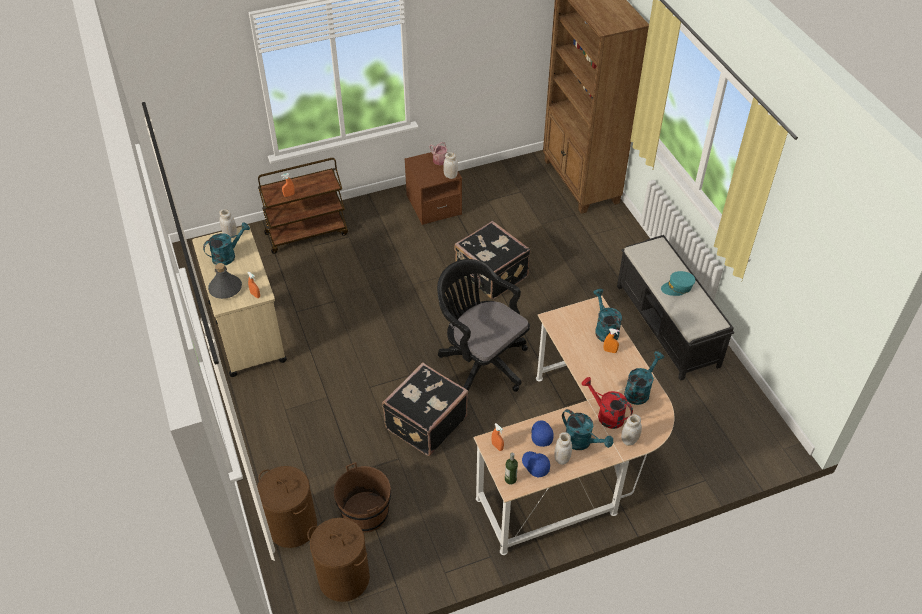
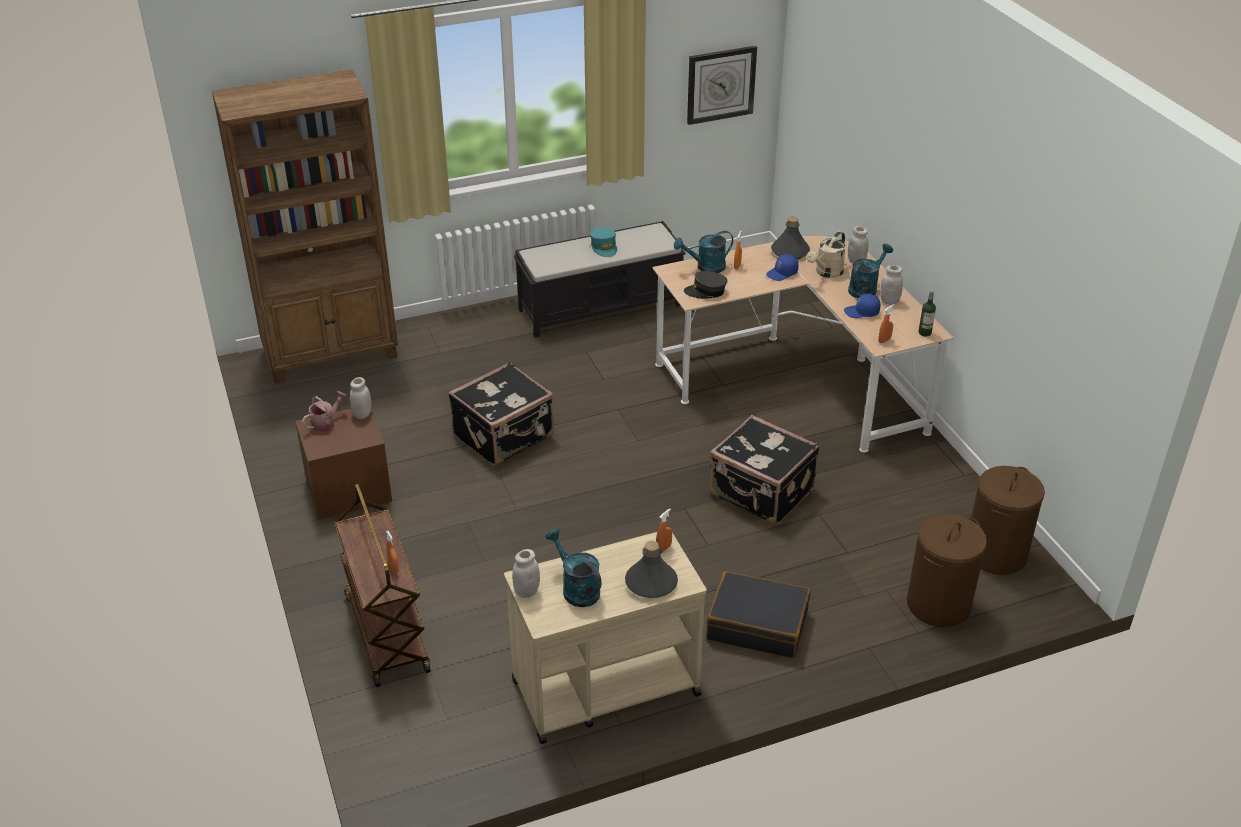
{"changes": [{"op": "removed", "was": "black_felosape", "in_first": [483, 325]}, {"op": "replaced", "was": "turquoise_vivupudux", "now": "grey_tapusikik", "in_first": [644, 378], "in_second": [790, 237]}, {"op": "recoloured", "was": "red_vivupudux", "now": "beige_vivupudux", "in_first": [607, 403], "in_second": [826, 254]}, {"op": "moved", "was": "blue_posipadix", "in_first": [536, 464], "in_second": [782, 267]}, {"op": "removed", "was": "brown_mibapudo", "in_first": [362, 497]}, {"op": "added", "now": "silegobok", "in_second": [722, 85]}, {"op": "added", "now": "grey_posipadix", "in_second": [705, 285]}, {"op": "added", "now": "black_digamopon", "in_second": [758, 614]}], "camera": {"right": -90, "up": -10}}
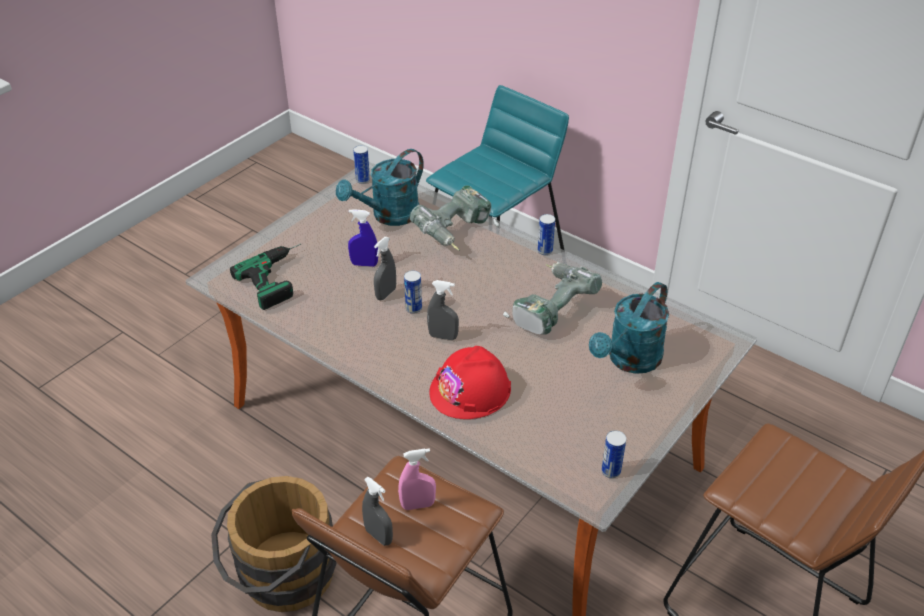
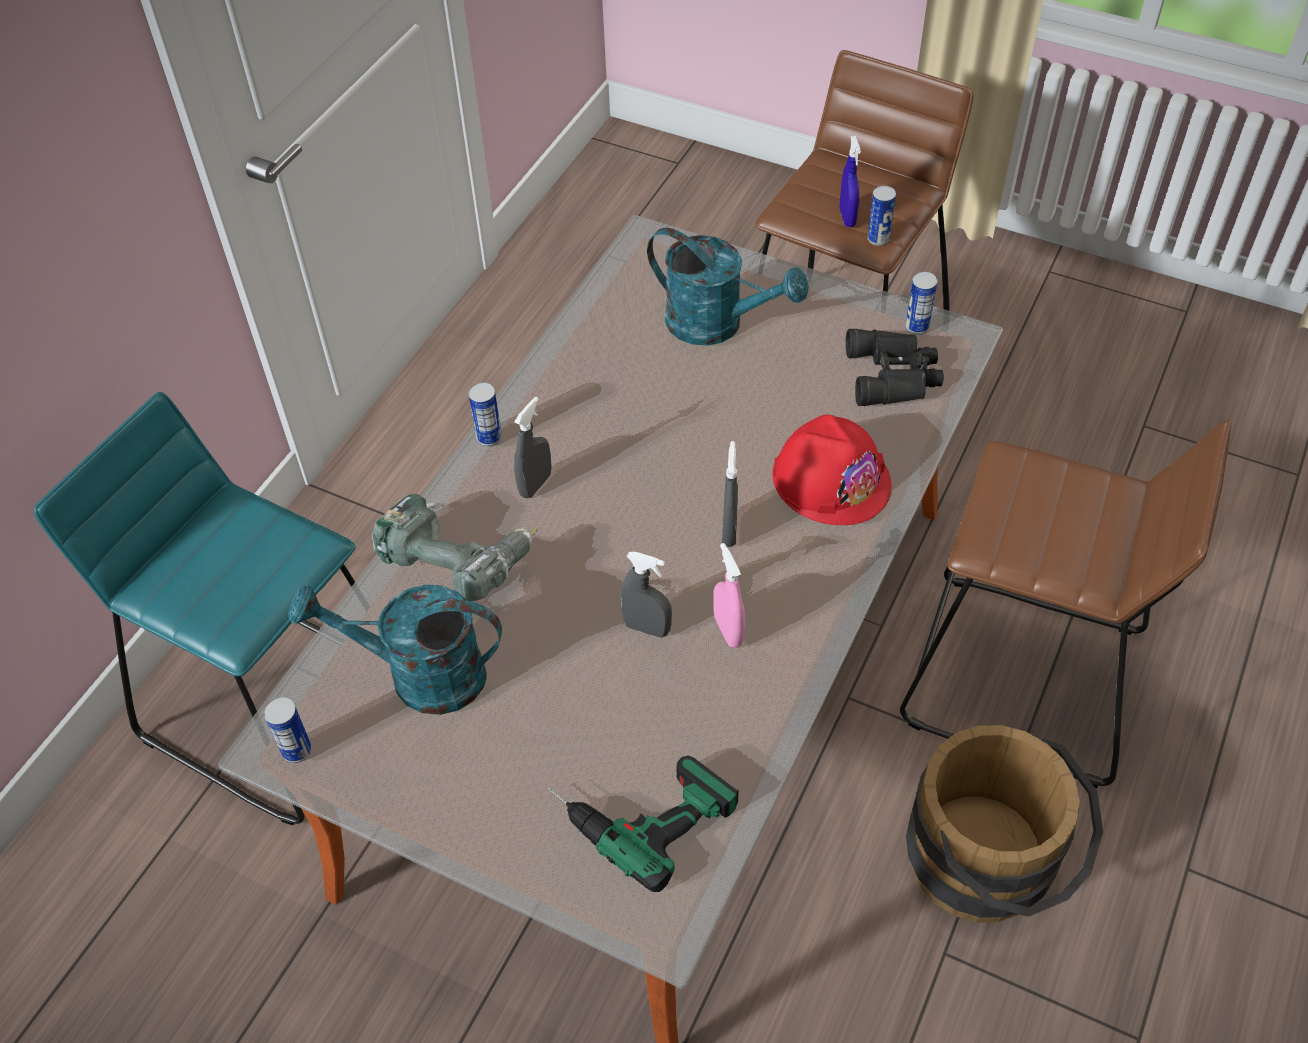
{"changes": [{"op": "turned", "was": "turquoise_vivupudux", "in_first": [380, 187], "in_second": [395, 649], "clockwise": 150}, {"op": "moved", "was": "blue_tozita", "in_first": [363, 238], "in_second": [850, 181]}, {"op": "removed", "was": "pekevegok", "in_first": [552, 298]}, {"op": "moved", "was": "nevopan", "in_first": [413, 292], "in_second": [881, 216]}, {"op": "moved", "was": "pink_tozita", "in_first": [417, 479], "in_second": [729, 595]}, {"op": "moved", "was": "grey_tozita", "in_first": [377, 511], "in_second": [532, 447]}, {"op": "added", "now": "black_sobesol", "in_second": [895, 367]}], "camera": {"right": -100, "up": 10}}
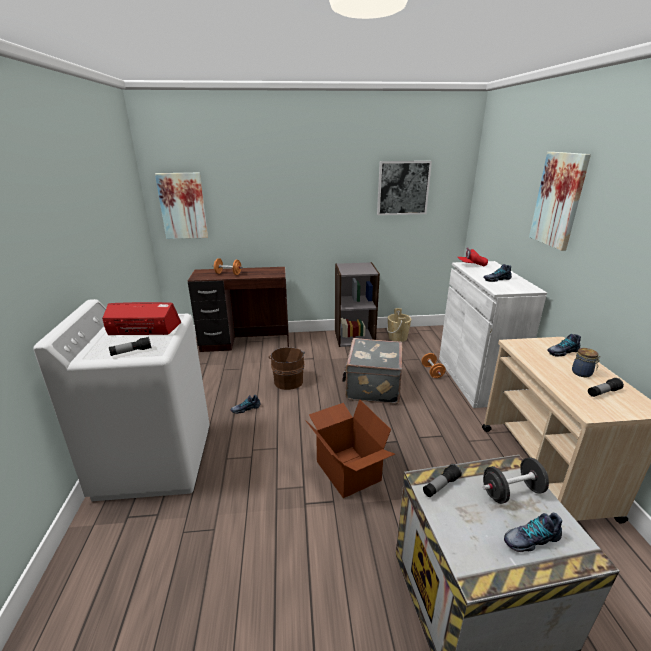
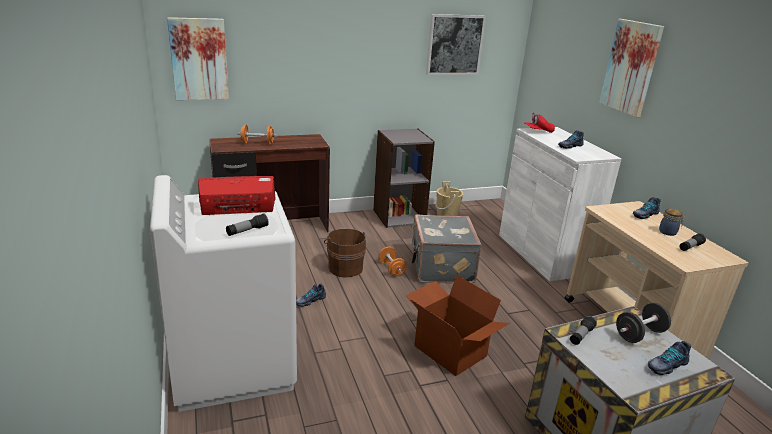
{"changes": [{"op": "moved", "was": "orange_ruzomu", "in_first": [433, 365], "in_second": [392, 261]}], "camera": {"right": -15, "up": 0}}
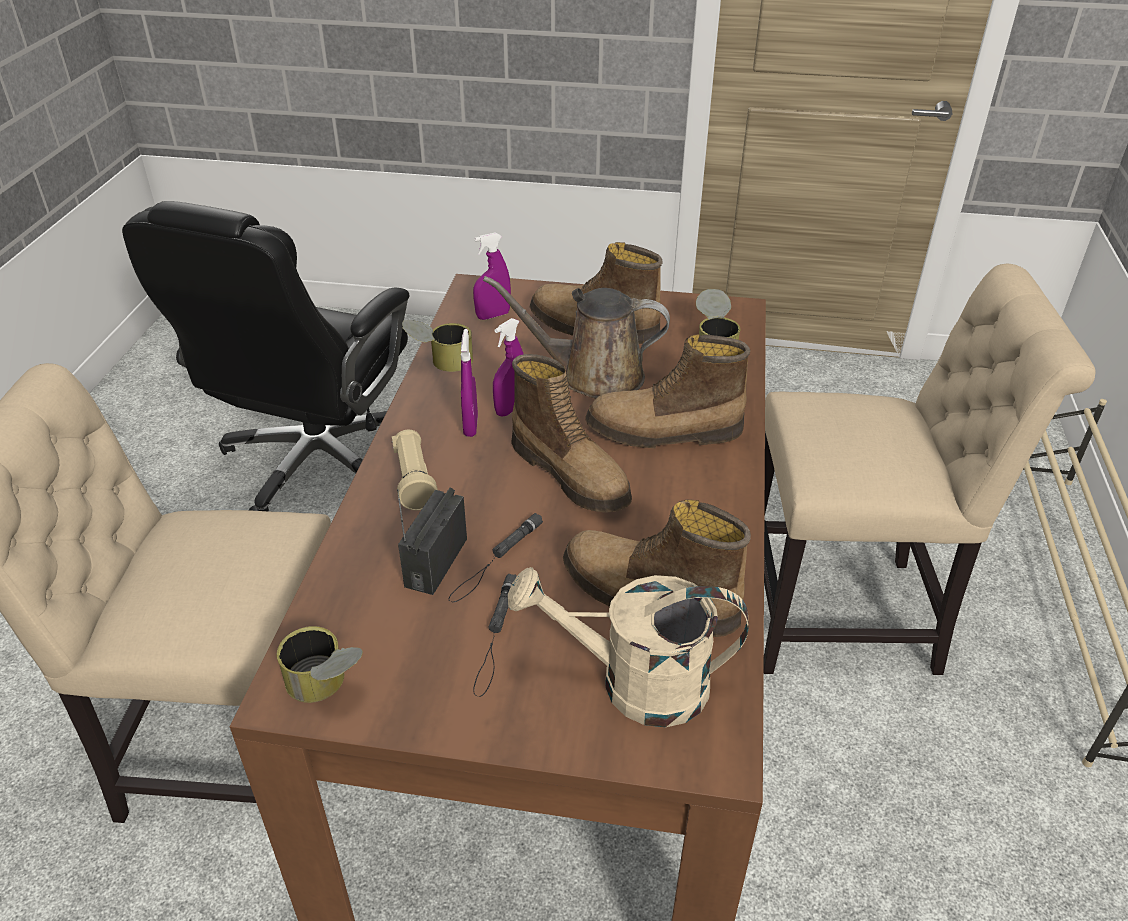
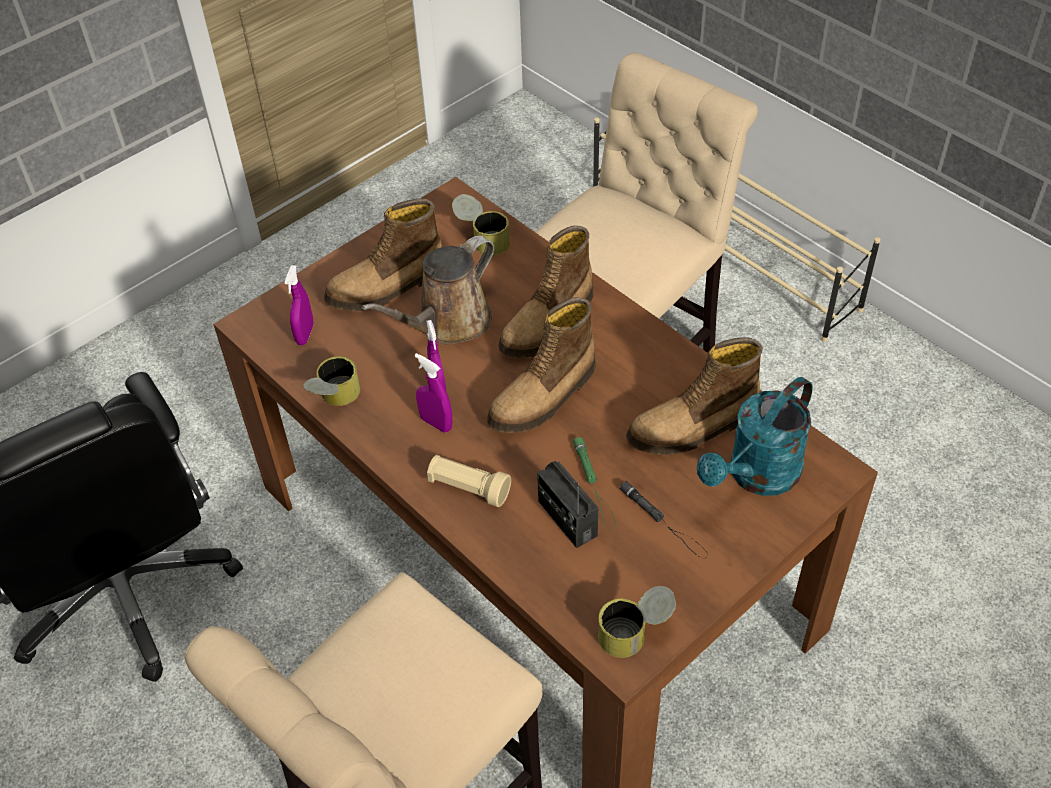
{"changes": [{"op": "turned", "was": "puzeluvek", "in_first": [571, 433], "in_second": [541, 365], "clockwise": 135}, {"op": "recoloured", "was": "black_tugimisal", "now": "green_tugimisal", "in_first": [496, 557], "in_second": [594, 483]}, {"op": "recoloured", "was": "beige_vivupudux", "now": "turquoise_vivupudux", "in_first": [628, 647], "in_second": [755, 436]}], "camera": {"right": -50, "up": 10}}
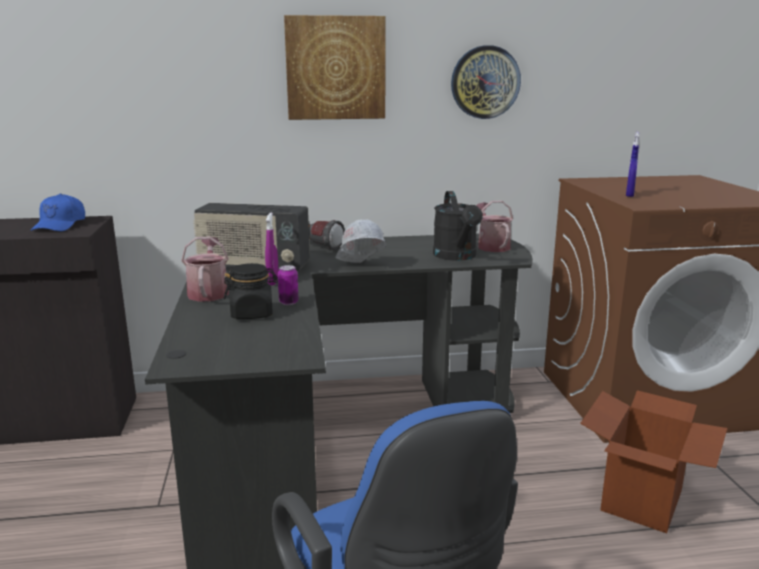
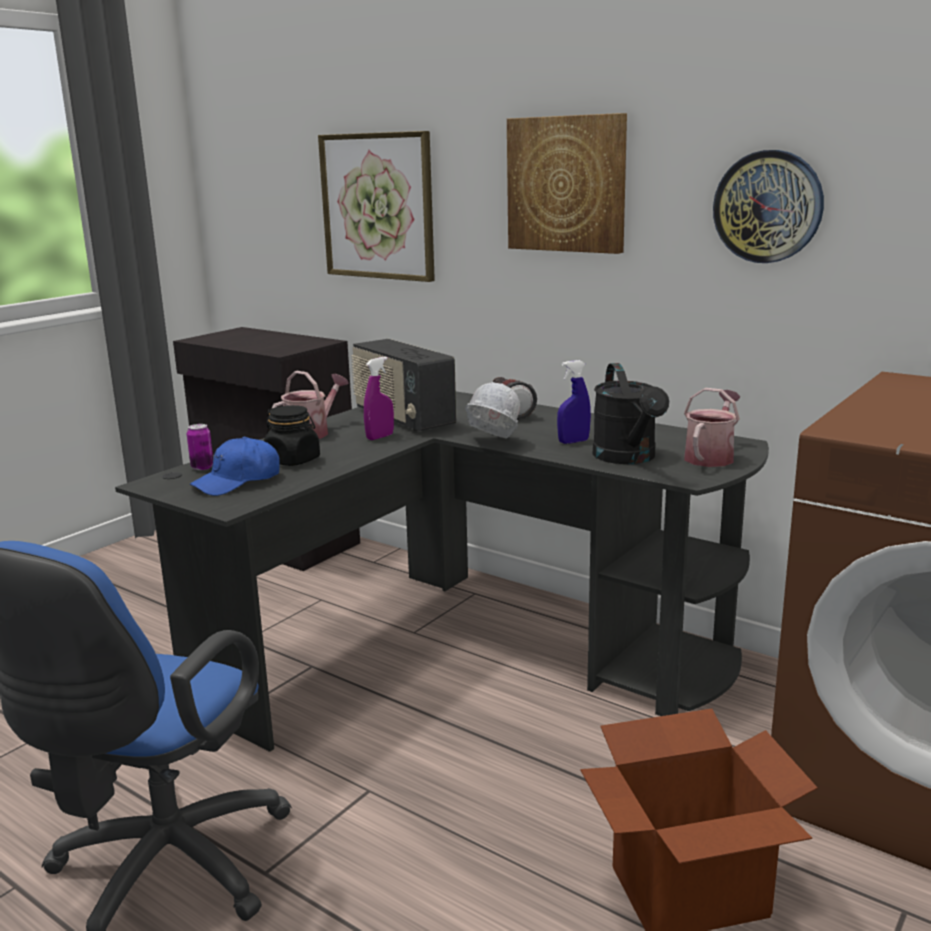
{"changes": [{"op": "moved", "was": "blue_tozita", "in_first": [632, 164], "in_second": [574, 402]}, {"op": "turned", "was": "black_vivupudux", "in_first": [458, 226], "in_second": [631, 413], "clockwise": -45}, {"op": "moved", "was": "blue_posipadix", "in_first": [57, 213], "in_second": [235, 466]}, {"op": "moved", "was": "nevopan", "in_first": [288, 285], "in_second": [200, 447]}, {"op": "added", "now": "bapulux", "in_second": [376, 206]}], "camera": {"right": 45, "up": 0}}
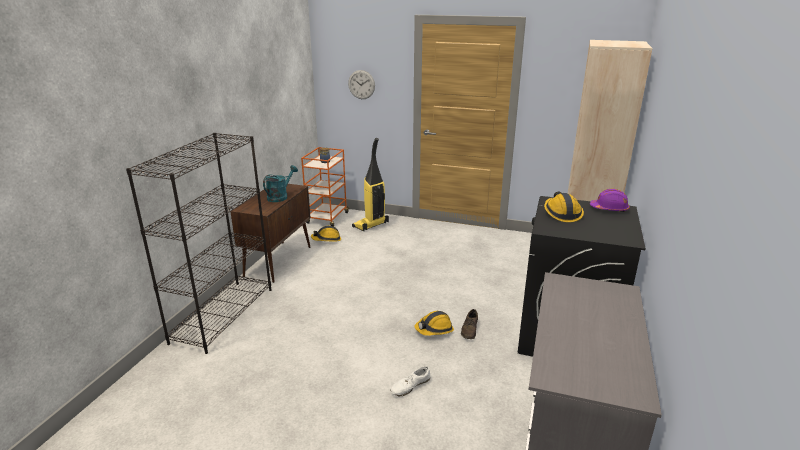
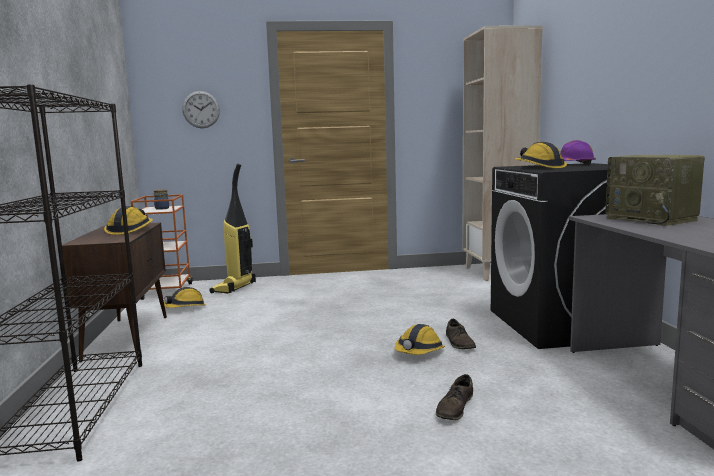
{"changes": [{"op": "replaced", "was": "turquoise_vivupudux", "now": "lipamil", "in_first": [280, 183], "in_second": [128, 220]}, {"op": "recoloured", "was": "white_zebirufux", "now": "brown_zebirufux", "in_first": [410, 381], "in_second": [454, 397]}, {"op": "added", "now": "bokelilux", "in_second": [655, 190]}], "camera": {"right": -25, "up": -15}}
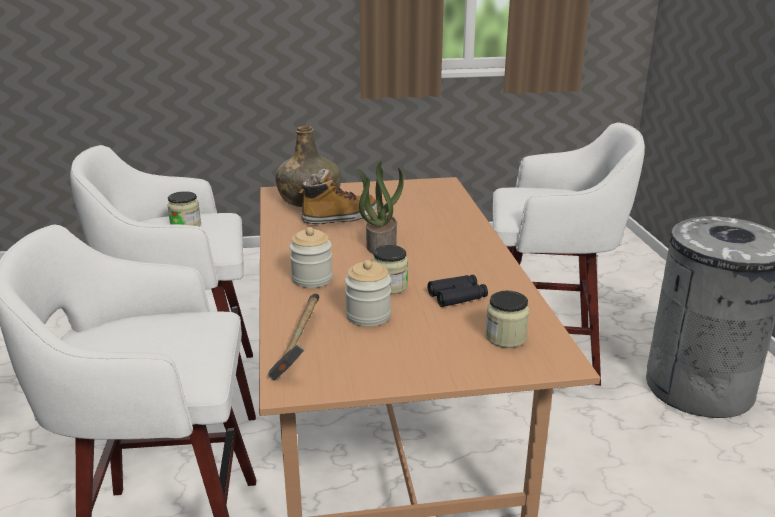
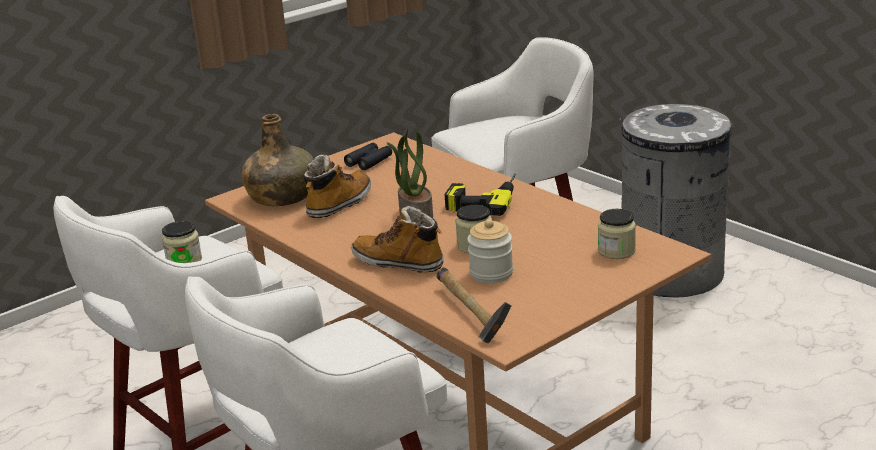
{"changes": [{"op": "replaced", "was": "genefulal", "now": "puzeluvek", "in_first": [311, 257], "in_second": [397, 239]}, {"op": "moved", "was": "black_sobesol", "in_first": [457, 291], "in_second": [368, 156]}, {"op": "added", "now": "pekevegok", "in_second": [480, 195]}], "camera": {"right": -30, "up": 0}}
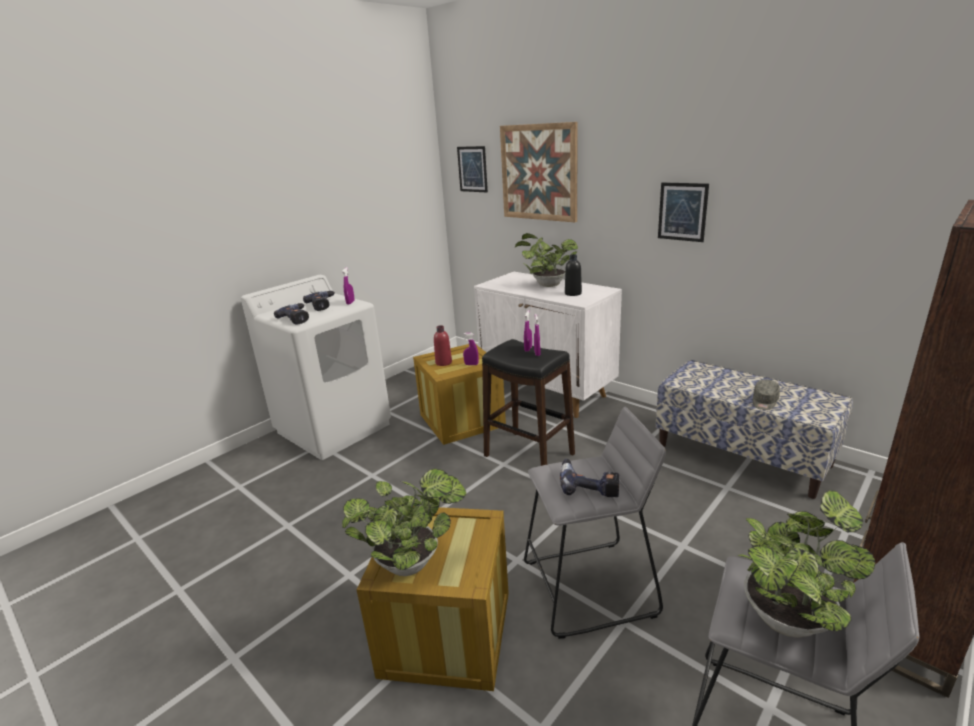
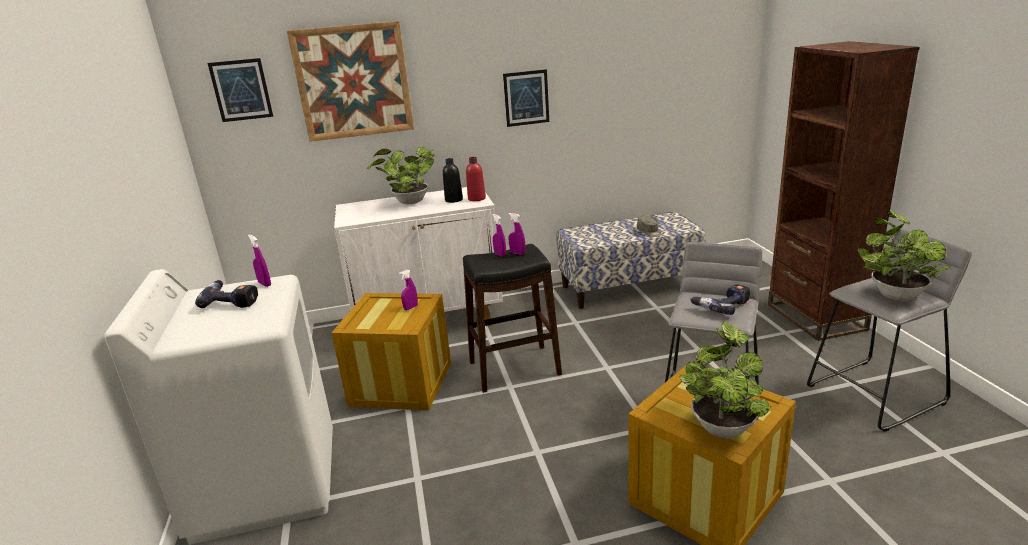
{"changes": [{"op": "removed", "was": "pekevegok", "in_first": [291, 314]}, {"op": "moved", "was": "red_tapusikik", "in_first": [443, 345], "in_second": [476, 179]}], "camera": {"right": -55, "up": 0}}
